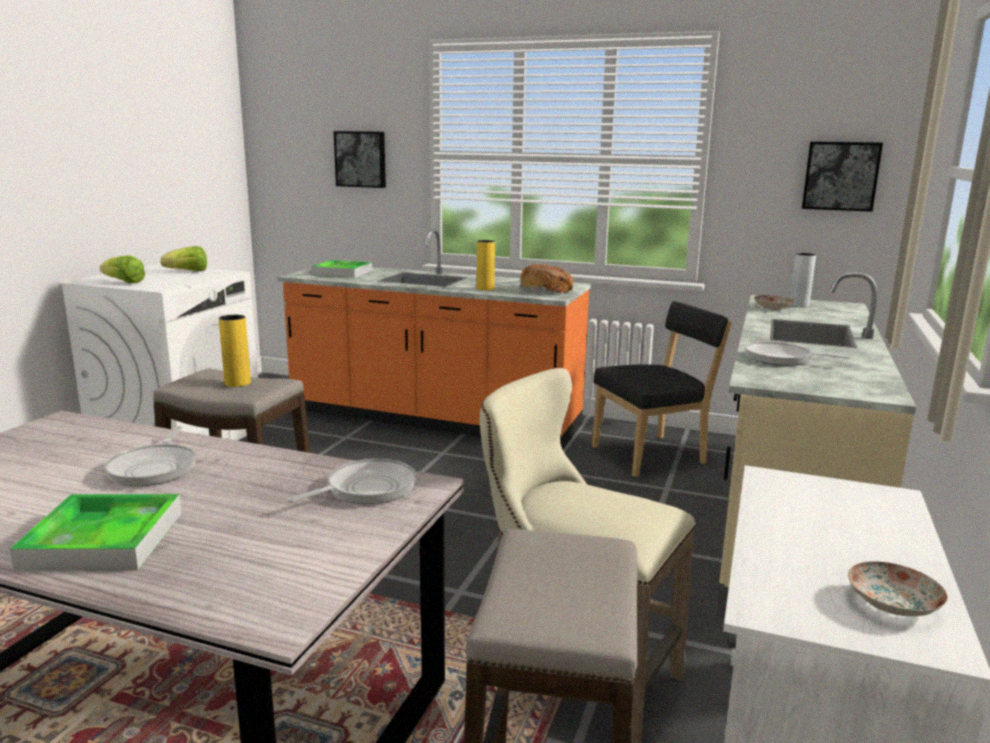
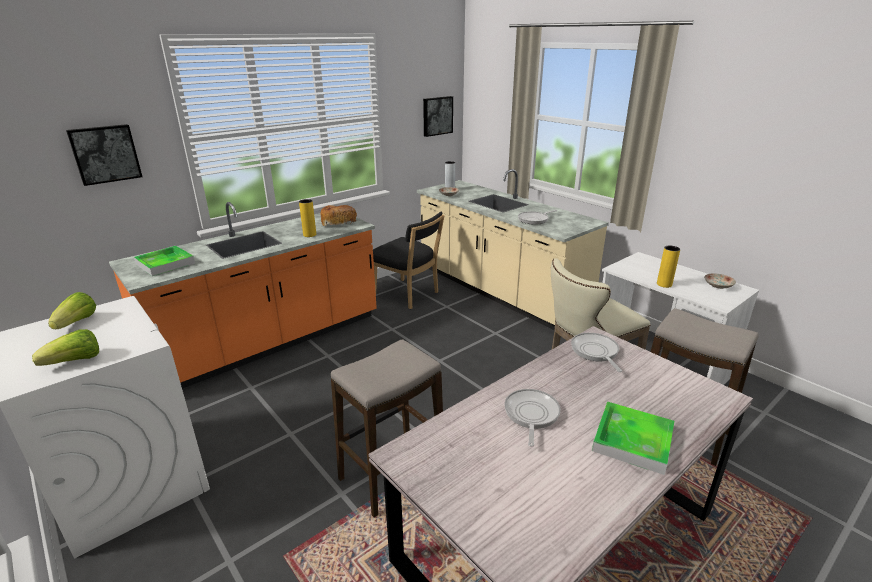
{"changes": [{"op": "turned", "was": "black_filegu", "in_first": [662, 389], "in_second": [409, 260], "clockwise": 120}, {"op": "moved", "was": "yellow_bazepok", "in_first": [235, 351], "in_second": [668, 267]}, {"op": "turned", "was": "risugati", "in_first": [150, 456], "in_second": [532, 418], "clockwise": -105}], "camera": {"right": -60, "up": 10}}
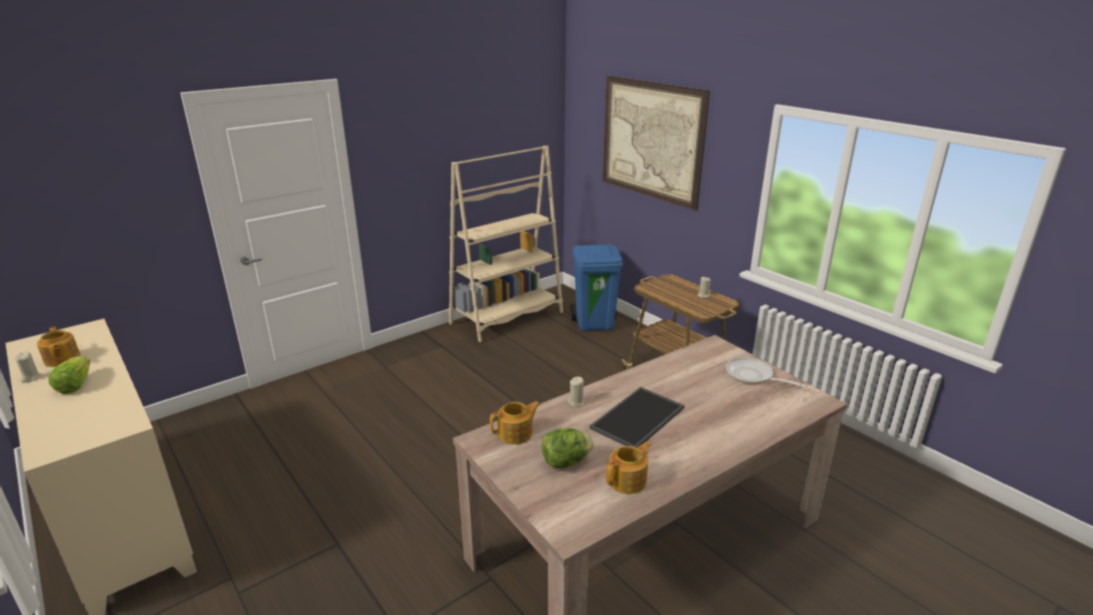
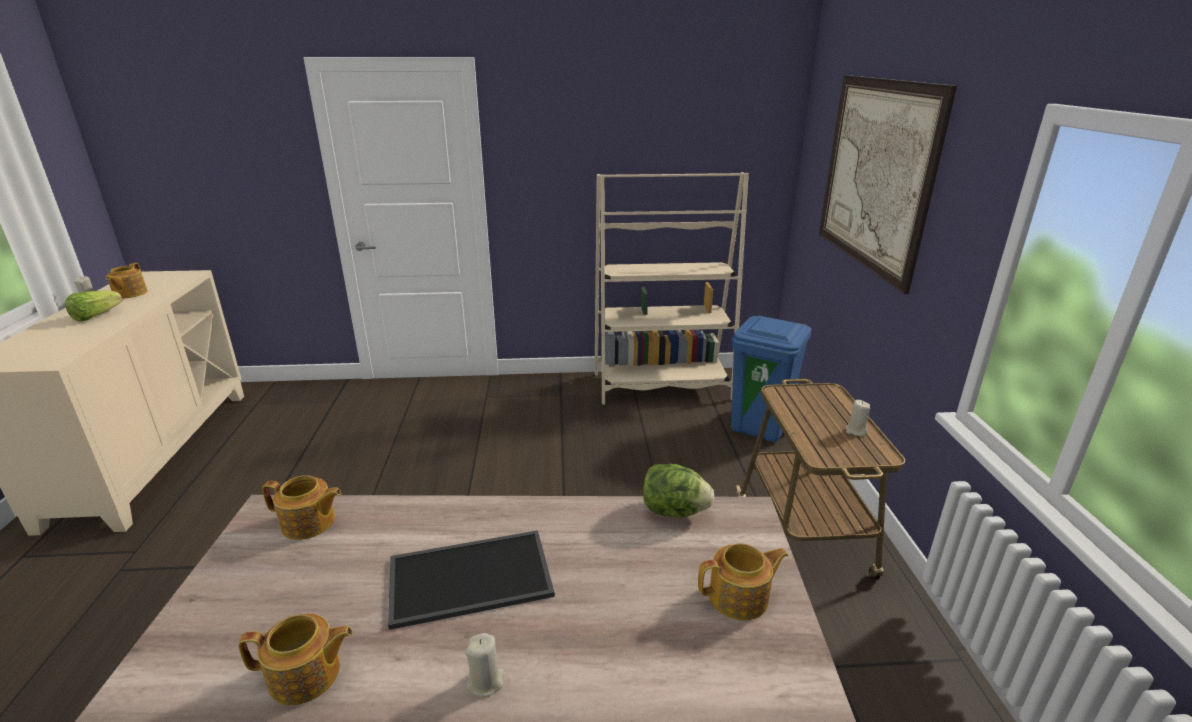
{"changes": [{"op": "replaced", "was": "risugati", "now": "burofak", "in_first": [766, 372], "in_second": [743, 581]}, {"op": "moved", "was": "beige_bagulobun", "in_first": [576, 392], "in_second": [484, 665]}, {"op": "moved", "was": "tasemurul", "in_first": [568, 448], "in_second": [678, 490]}], "camera": {"right": 35, "up": 0}}
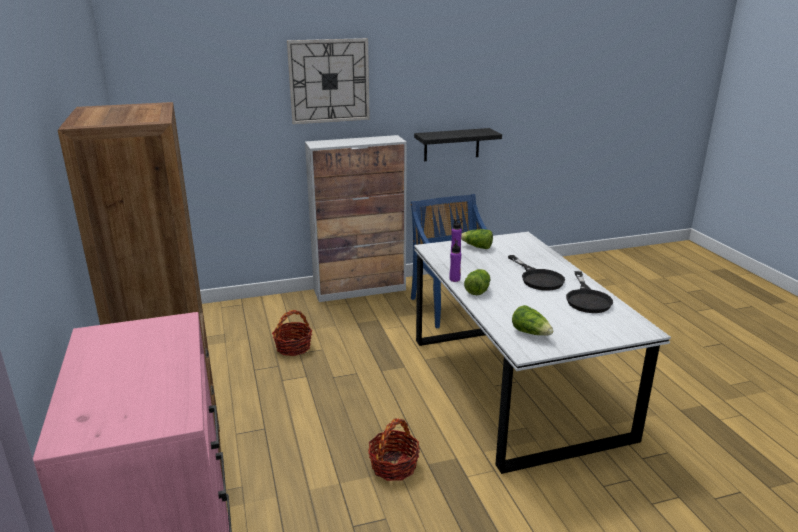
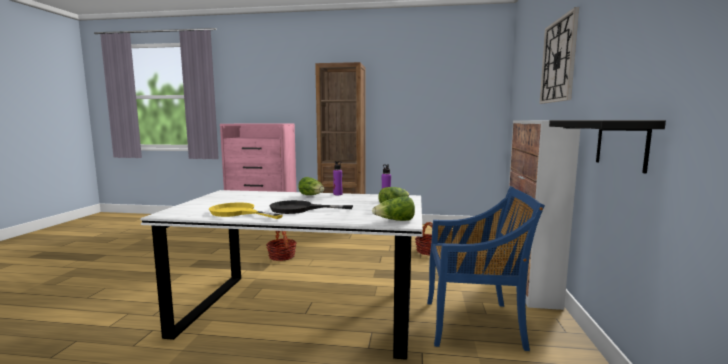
{"changes": [{"op": "recoloured", "was": "black_risugati", "now": "yellow_risugati", "in_first": [589, 292], "in_second": [246, 210]}, {"op": "moved", "was": "tasemurul", "in_first": [532, 320], "in_second": [393, 208]}], "camera": {"right": 115, "up": -15}}
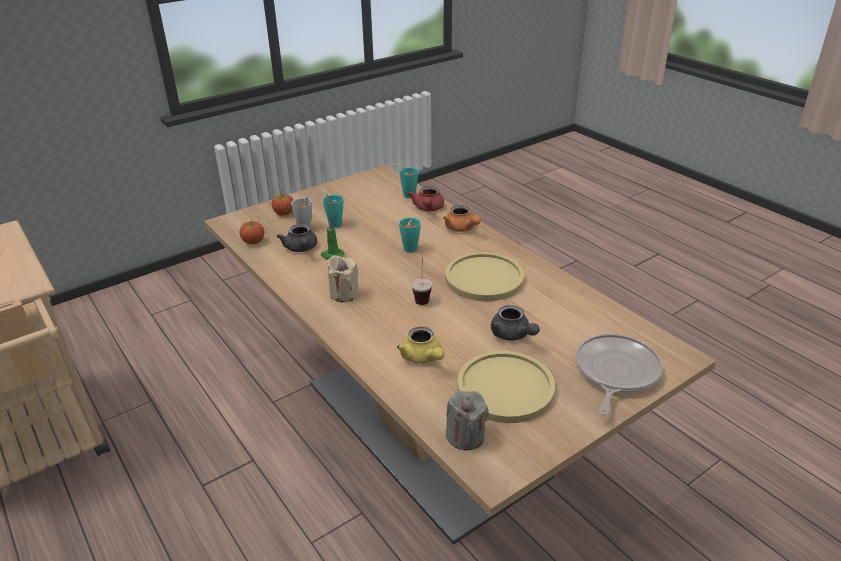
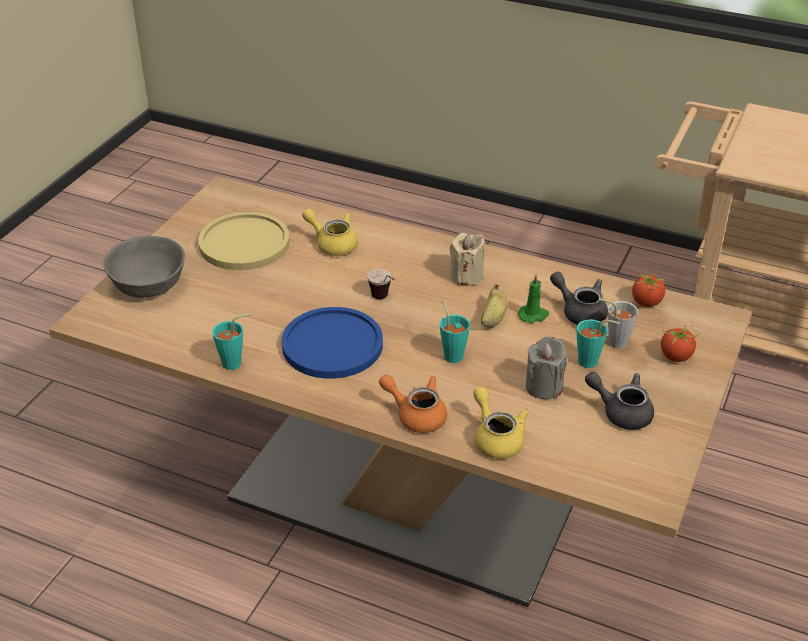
{"changes": [{"op": "moved", "was": "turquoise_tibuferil", "in_first": [405, 181], "in_second": [231, 341]}, {"op": "recoloured", "was": "red_burofak", "now": "yellow_burofak", "in_first": [426, 198], "in_second": [501, 423]}, {"op": "recoloured", "was": "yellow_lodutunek", "now": "blue_lodutunek", "in_first": [484, 276], "in_second": [332, 343]}, {"op": "moved", "was": "grey_burofak", "in_first": [515, 323], "in_second": [619, 401]}, {"op": "replaced", "was": "risugati", "now": "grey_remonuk", "in_first": [619, 374], "in_second": [144, 267]}, {"op": "moved", "was": "grey_bagulobun", "in_first": [467, 420], "in_second": [546, 368]}, {"op": "added", "now": "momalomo", "in_second": [494, 305]}], "camera": {"right": 150, "up": 5}}
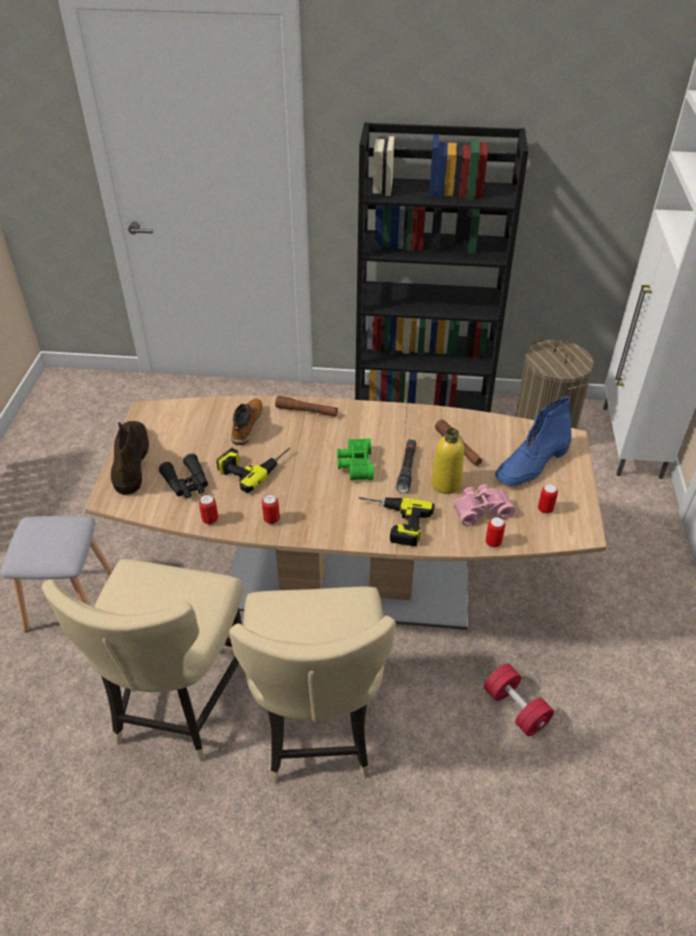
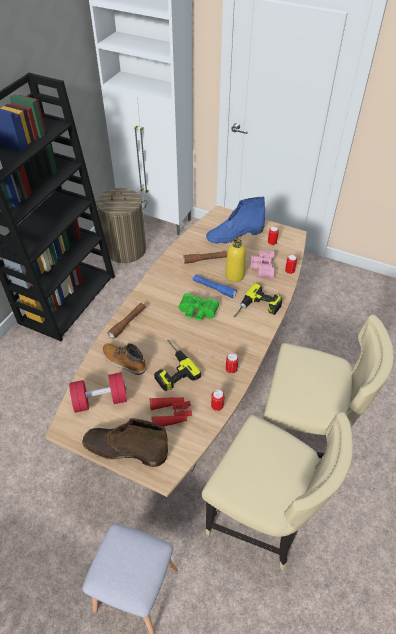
{"changes": [{"op": "turned", "was": "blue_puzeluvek", "in_first": [533, 441], "in_second": [235, 220], "clockwise": 90}, {"op": "recoloured", "was": "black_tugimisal", "now": "blue_tugimisal", "in_first": [406, 466], "in_second": [215, 286]}, {"op": "recoloured", "was": "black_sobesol", "now": "red_sobesol", "in_first": [183, 476], "in_second": [170, 412]}, {"op": "moved", "was": "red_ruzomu", "in_first": [519, 700], "in_second": [98, 392]}], "camera": {"right": -70, "up": 5}}
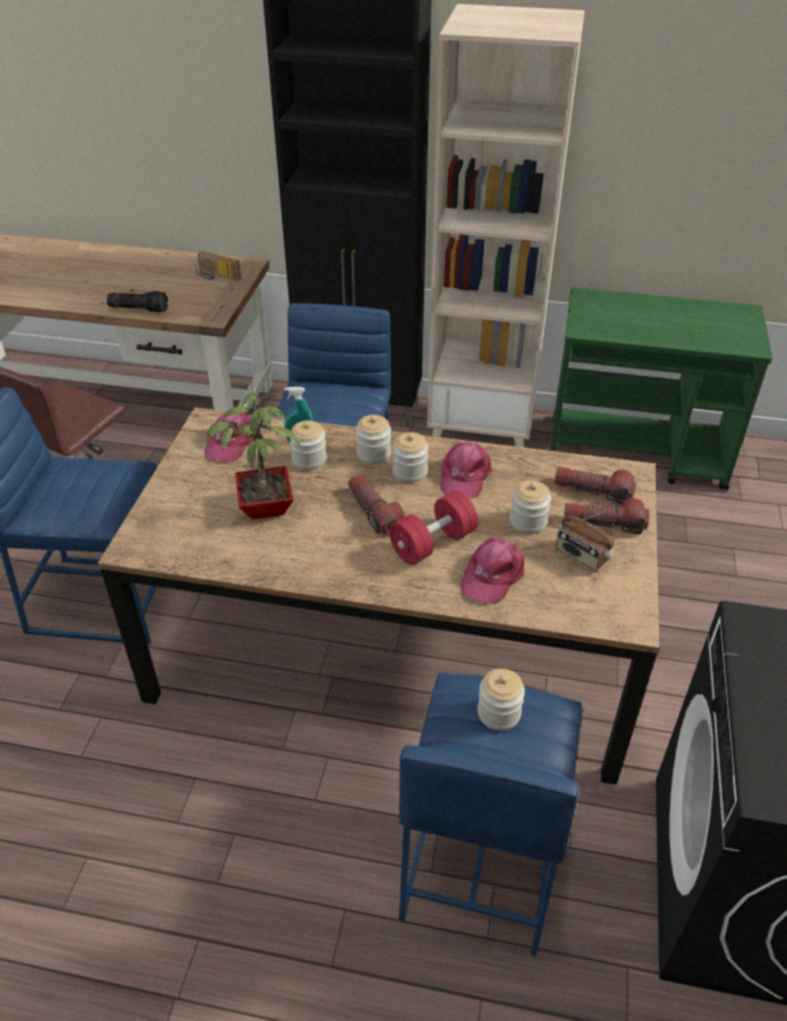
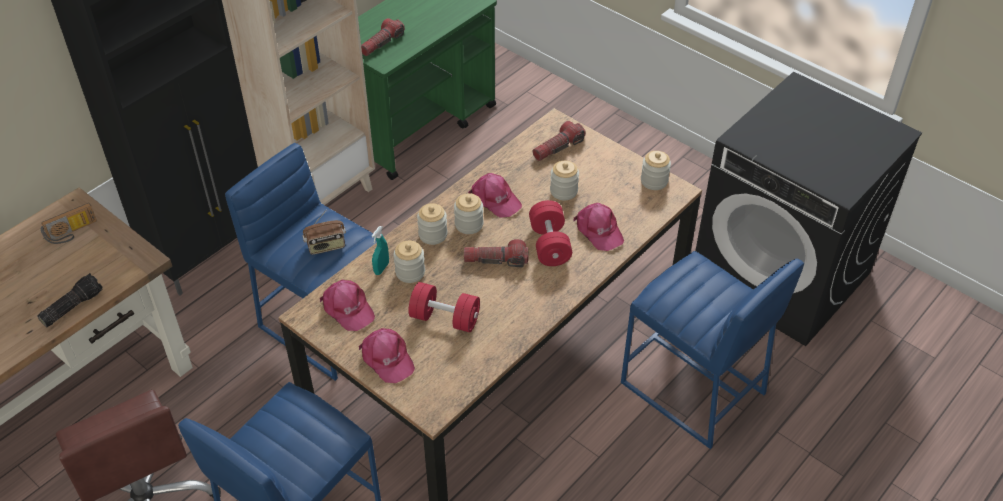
{"changes": [{"op": "replaced", "was": "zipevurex", "now": "red_ruzomu", "in_first": [254, 447], "in_second": [444, 307]}, {"op": "moved", "was": "tugimisal", "in_first": [607, 516], "in_second": [383, 37]}, {"op": "moved", "was": "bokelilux", "in_first": [584, 542], "in_second": [324, 232]}, {"op": "moved", "was": "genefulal", "in_first": [501, 699], "in_second": [656, 170]}, {"op": "added", "now": "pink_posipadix", "in_second": [387, 355]}], "camera": {"right": -60, "up": 5}}
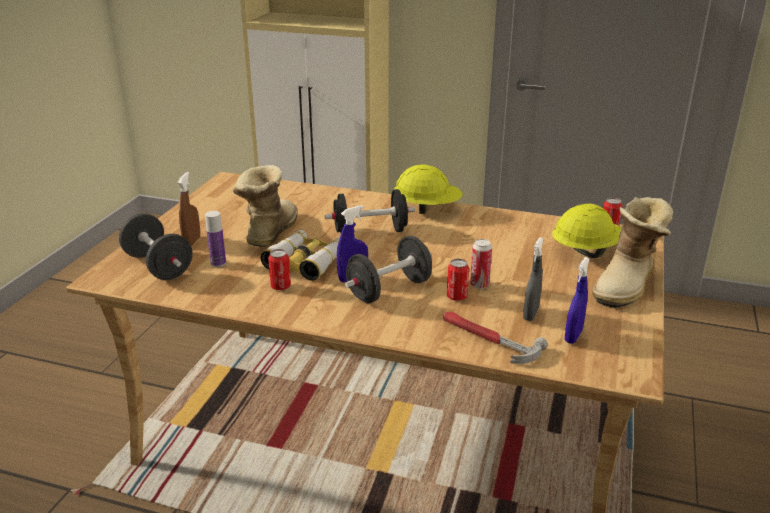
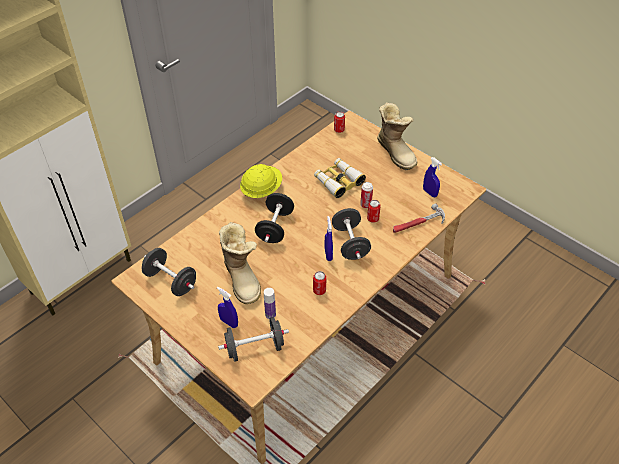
{"changes": [{"op": "turned", "was": "puzeluvek", "in_first": [265, 206], "in_second": [240, 263], "clockwise": -150}, {"op": "recoloured", "was": "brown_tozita", "now": "blue_tozita", "in_first": [189, 209], "in_second": [227, 307]}, {"op": "removed", "was": "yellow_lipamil", "in_first": [586, 230]}, {"op": "moved", "was": "sobesol", "in_first": [299, 255], "in_second": [340, 178]}, {"op": "removed", "was": "grey_tozita", "in_first": [533, 279]}, {"op": "added", "now": "black_ruzomu", "in_second": [169, 272]}], "camera": {"right": -65, "up": 20}}
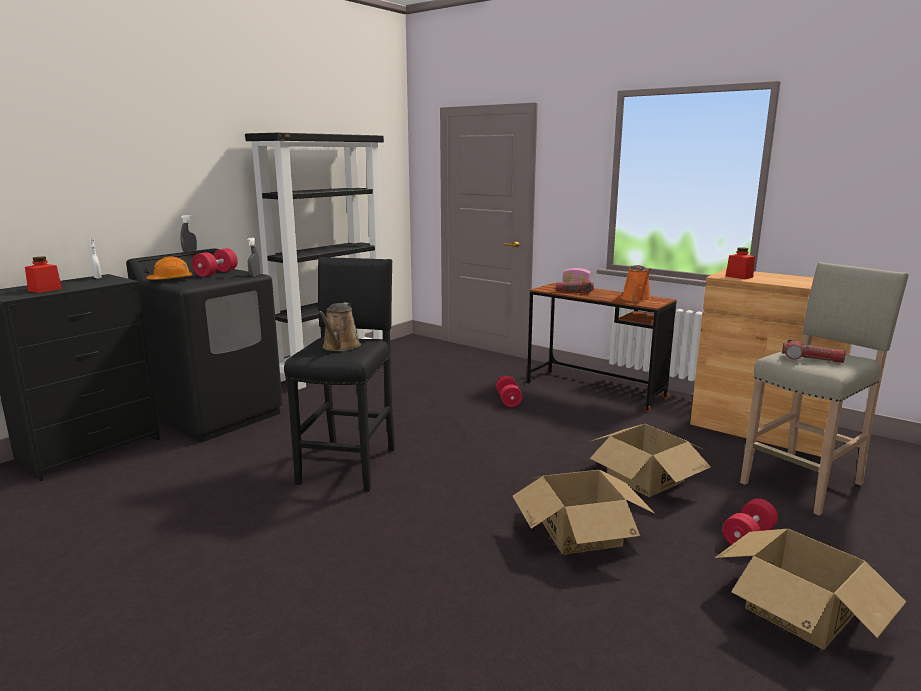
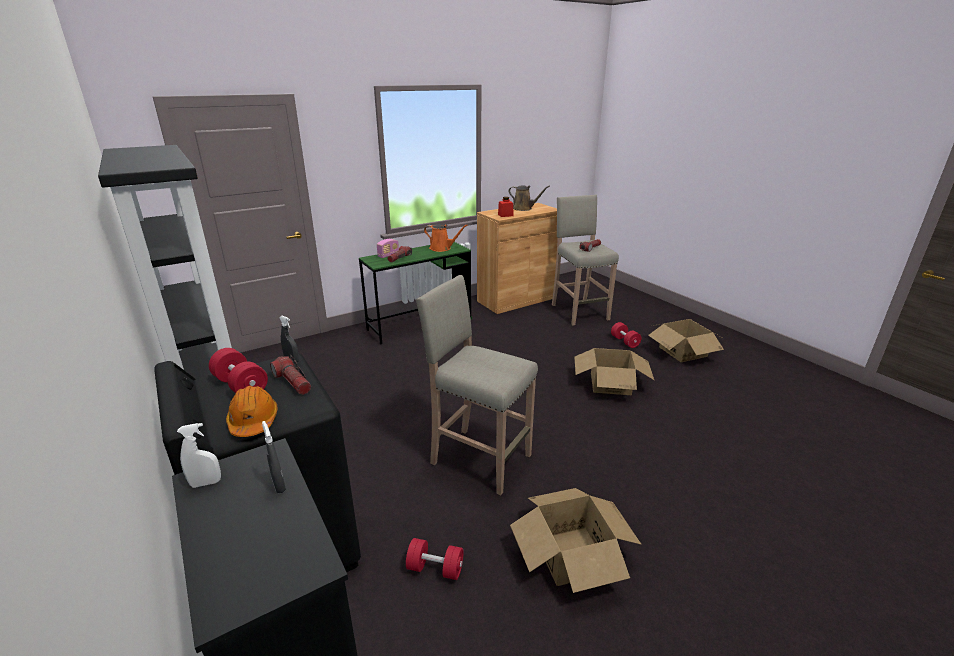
{"changes": [{"op": "moved", "was": "grey_tozita", "in_first": [188, 233], "in_second": [274, 457]}, {"op": "removed", "was": "red_genefulal", "in_first": [43, 275]}, {"op": "recoloured", "was": "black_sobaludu", "now": "beige_sobaludu", "in_first": [339, 374], "in_second": [477, 385]}, {"op": "recoloured", "was": "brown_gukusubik", "now": "green_gukusubik", "in_first": [602, 347], "in_second": [415, 293]}, {"op": "moved", "was": "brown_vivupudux", "in_first": [339, 326], "in_second": [529, 198]}, {"op": "moved", "was": "red_ruzomu", "in_first": [509, 391], "in_second": [435, 559]}, {"op": "moved", "was": "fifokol", "in_first": [650, 460], "in_second": [576, 540]}, {"op": "added", "now": "tugimisal", "in_second": [290, 375]}], "camera": {"right": -70, "up": 10}}
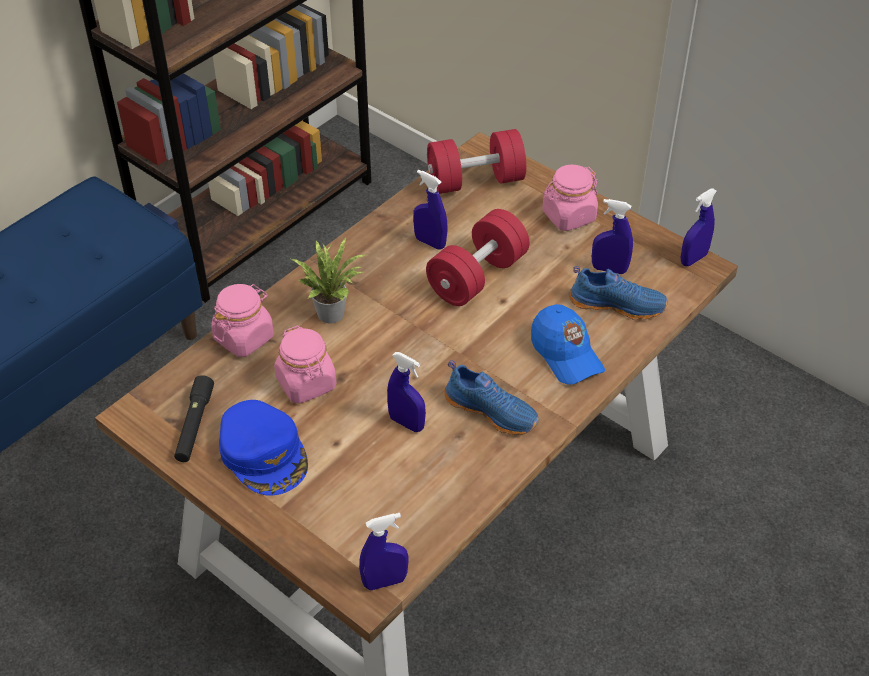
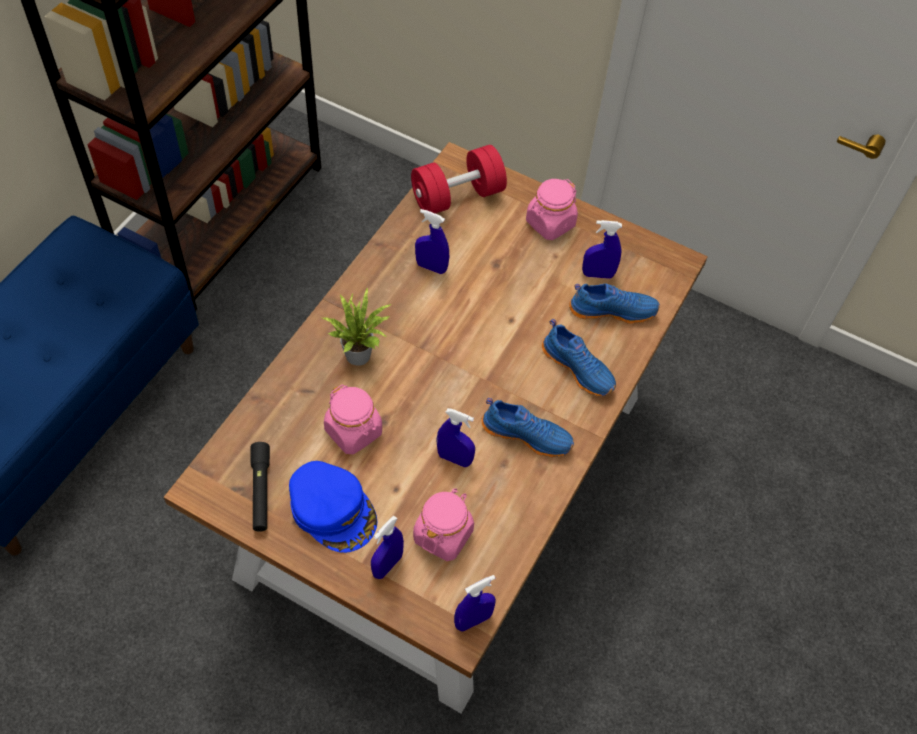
{"changes": [{"op": "moved", "was": "blue_tozita", "in_first": [698, 227], "in_second": [387, 547]}, {"op": "removed", "was": "red_ruzomu", "in_first": [478, 257]}, {"op": "moved", "was": "pink_genefulal", "in_first": [242, 320], "in_second": [443, 524]}, {"op": "replaced", "was": "blue_posipadix", "now": "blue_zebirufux", "in_first": [568, 344], "in_second": [579, 357]}], "camera": {"right": -15, "up": 10}}
